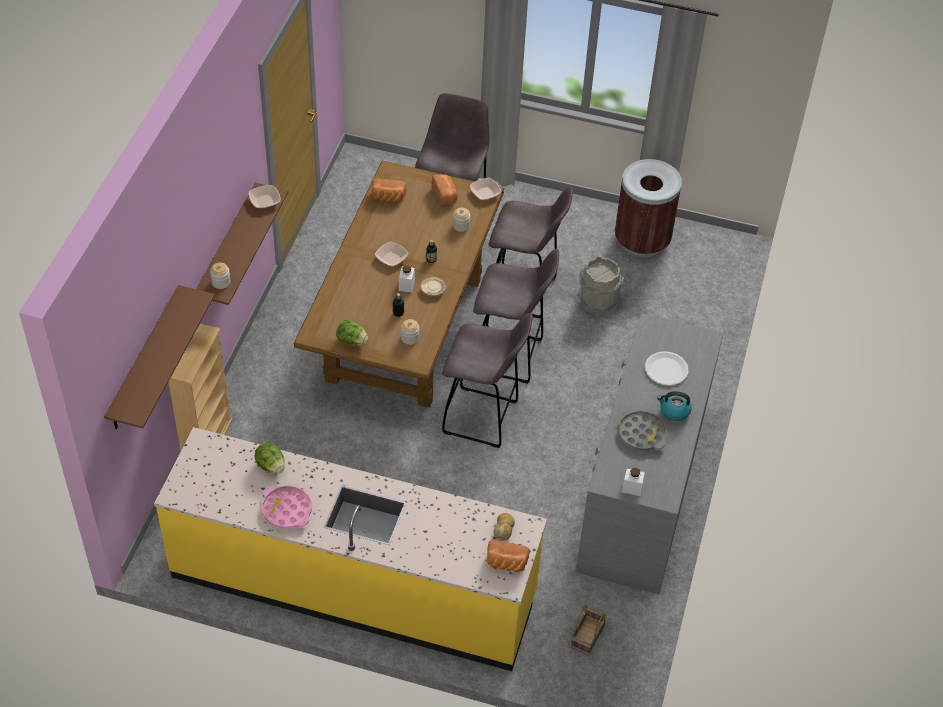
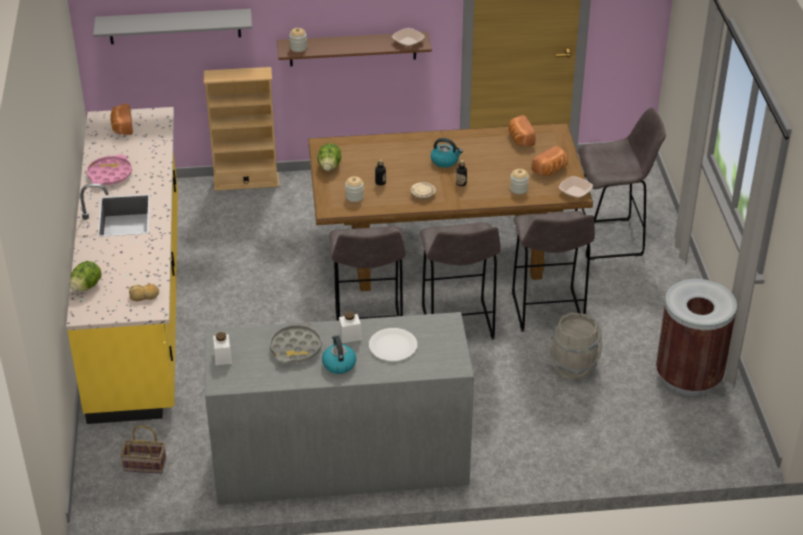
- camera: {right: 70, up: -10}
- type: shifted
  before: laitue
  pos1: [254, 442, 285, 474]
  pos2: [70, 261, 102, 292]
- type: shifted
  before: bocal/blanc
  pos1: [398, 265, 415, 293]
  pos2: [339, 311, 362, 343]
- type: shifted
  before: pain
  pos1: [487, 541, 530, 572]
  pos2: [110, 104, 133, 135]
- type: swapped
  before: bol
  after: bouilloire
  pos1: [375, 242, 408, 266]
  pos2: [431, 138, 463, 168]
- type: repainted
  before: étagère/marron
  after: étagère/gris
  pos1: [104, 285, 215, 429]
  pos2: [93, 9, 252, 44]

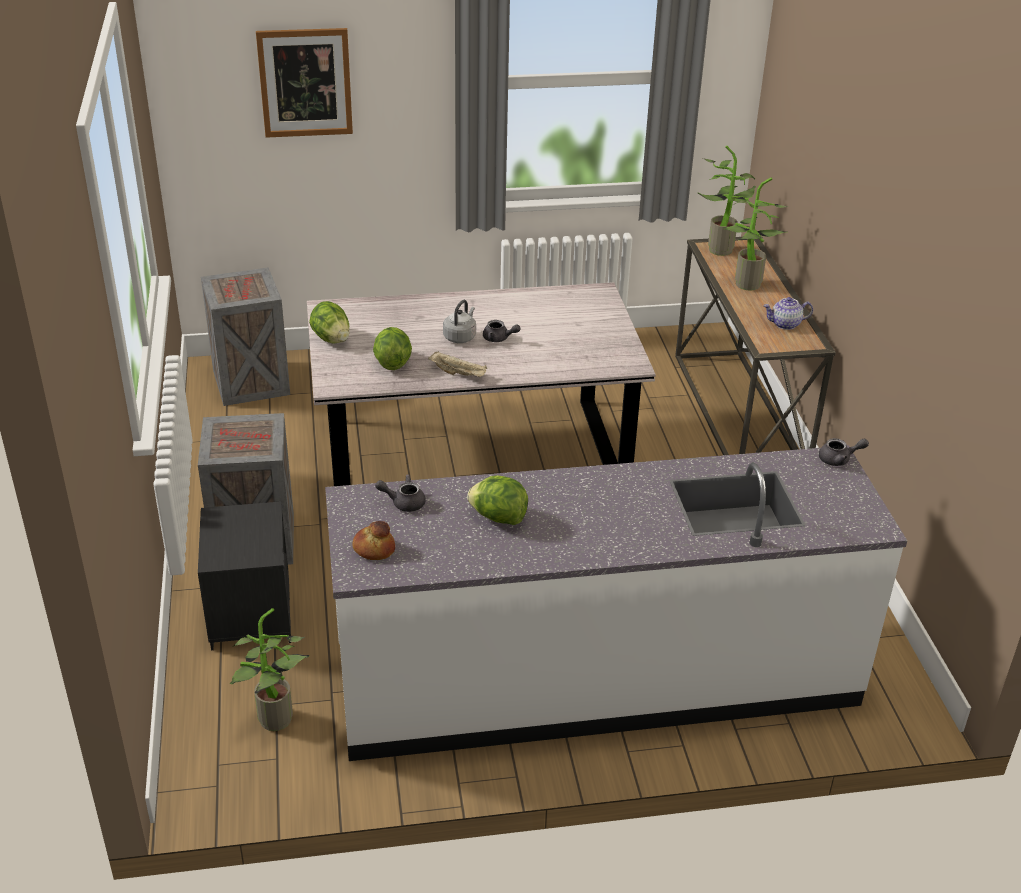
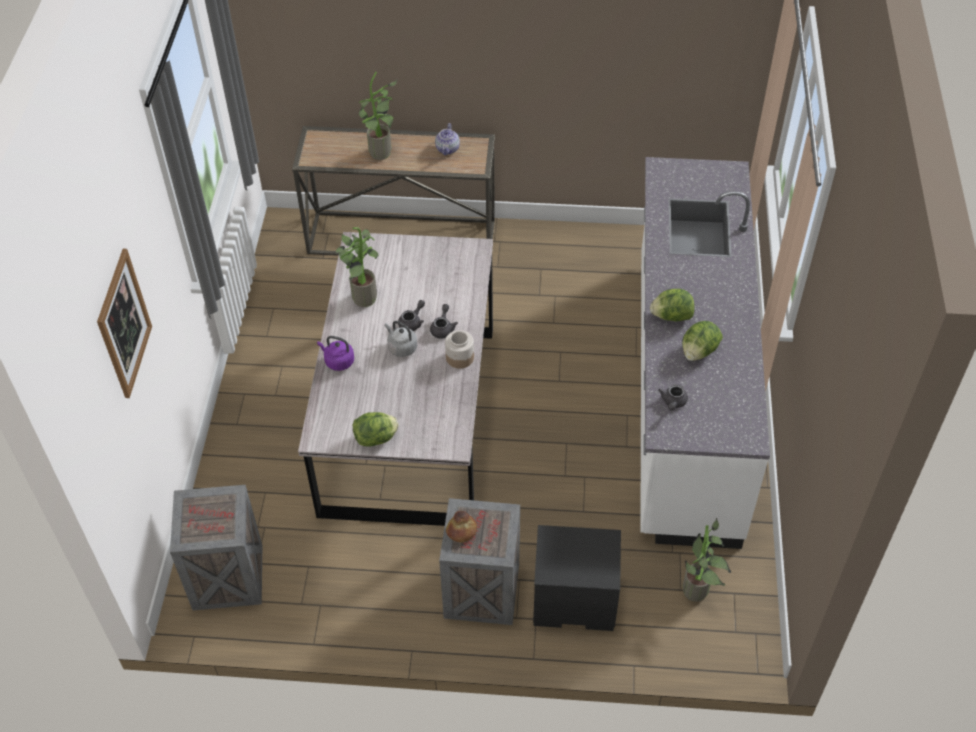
- camera: {right: -75, up: 15}
- type: new
  after: bouilloire/violet
  pos2: [317, 336, 354, 371]
- type: shifted
  before: pain
  pos1: [352, 521, 395, 560]
  pos2: [446, 511, 477, 543]
- type: shifted
  before: laitue
  pos1: [373, 327, 412, 370]
  pos2: [650, 289, 695, 321]
- type: shifted
  before: plante en pot
  pos1: [698, 146, 756, 256]
  pos2: [336, 227, 378, 307]
- type: shifted
  before: théière/gris
  pos1: [819, 438, 869, 466]
  pos2: [430, 304, 458, 339]
- type: swapped
  before: plateau/beige
  after: bocal
  pos1: [428, 351, 487, 377]
  pos2: [445, 330, 474, 369]

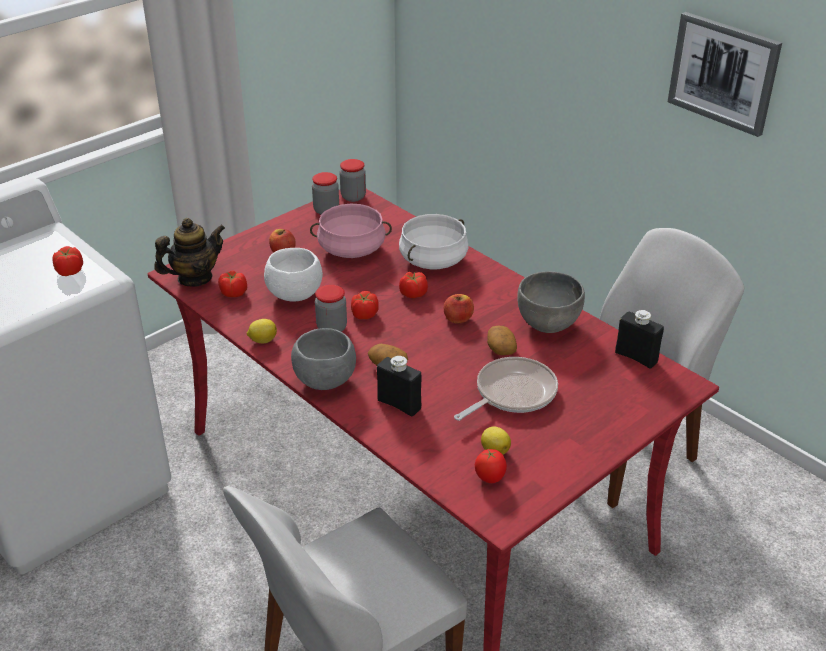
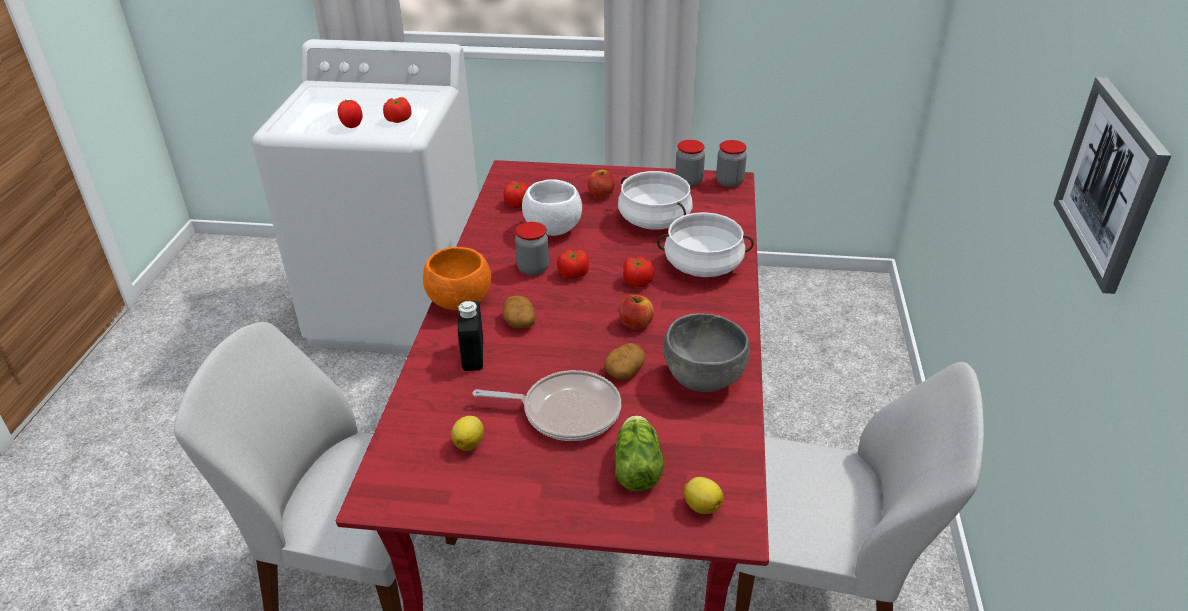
- camera: {right: 50, up: 0}
- type: gone
  before: théière
  pos1: [154, 218, 225, 286]
- type: gone
  before: bouteille/noir
  pos1: [615, 310, 664, 369]
- type: new
  after: laitue
  pos2: [614, 415, 664, 491]
- type: shifted
  before: citron
  pos1: [247, 319, 277, 343]
  pos2: [684, 477, 723, 514]
- type: shifted
  before: tomate
  pos1: [475, 449, 507, 483]
  pos2: [338, 100, 362, 128]
- type: repainted
  before: bol/gris
  after: bol/orange
  pos1: [291, 328, 356, 390]
  pos2: [423, 247, 491, 310]
- type: repainted
  before: marmite/rose
  after: marmite/blanc
  pos1: [310, 204, 392, 258]
  pos2: [618, 171, 693, 230]

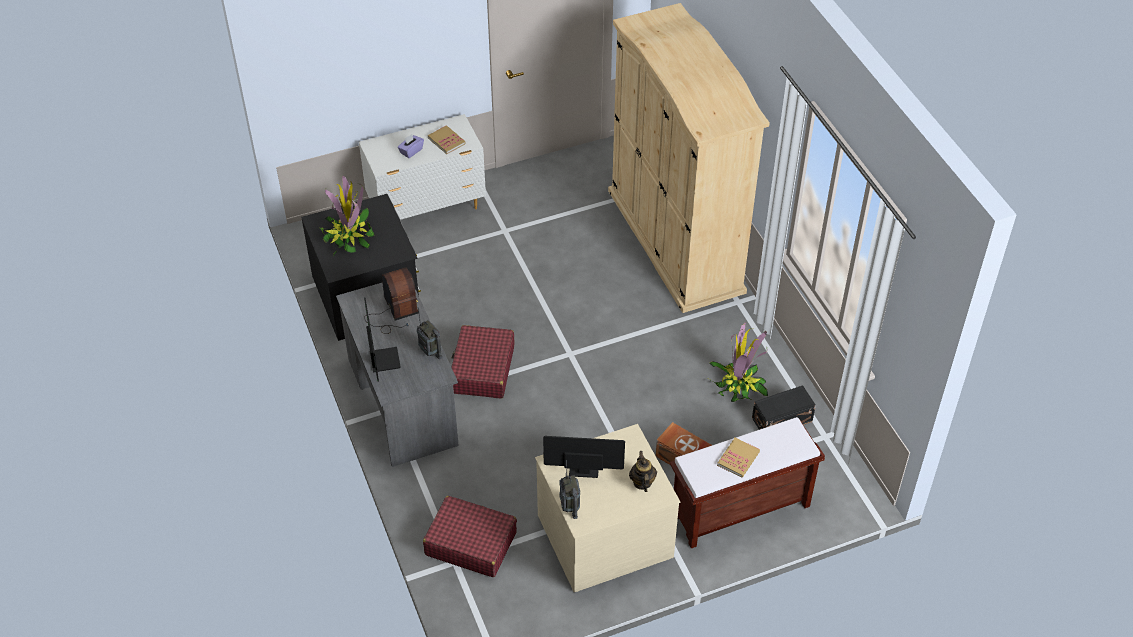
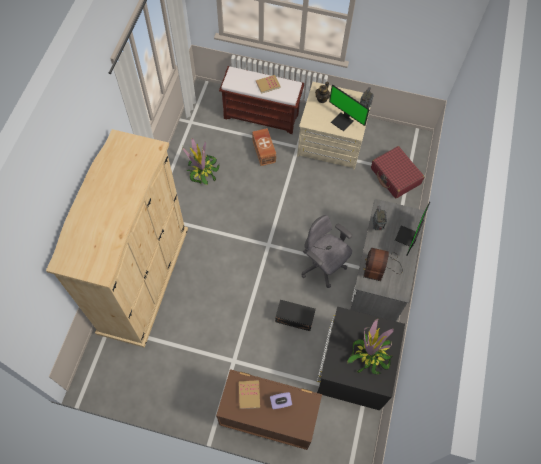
- camera: {right: -145, up: 15}
- type: shifted
  before: boîte de rangement/noir
  pos1: [752, 385, 816, 430]
  pos2: [275, 300, 316, 331]
- type: swapped
  before: valise/rouge
  after: chaise de bureau/gris
  pos1: [451, 325, 515, 398]
  pos2: [301, 215, 352, 288]
- type: repainted
  before: commode/blanc
  after: commode/marron
  pos1: [359, 114, 486, 220]
  pos2: [216, 369, 322, 450]

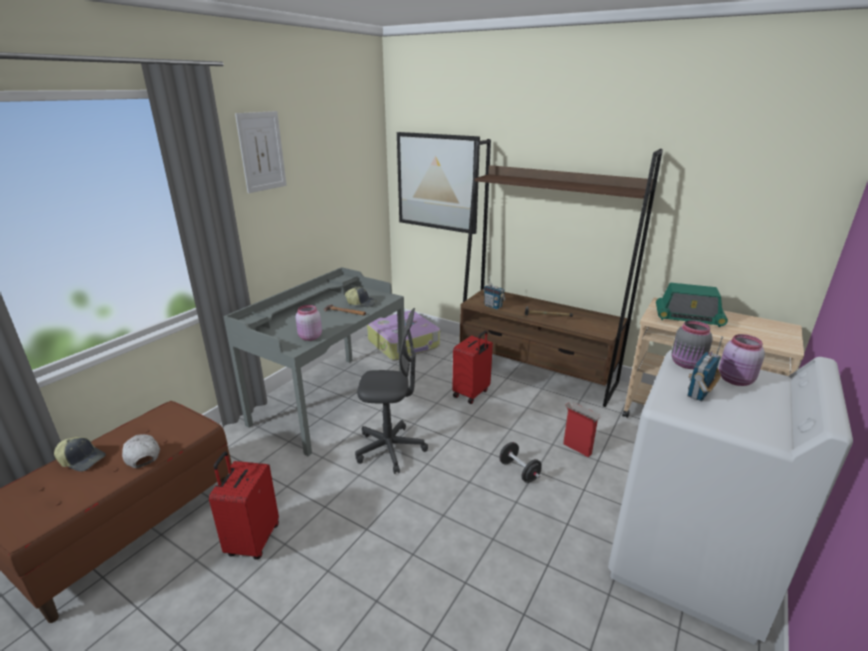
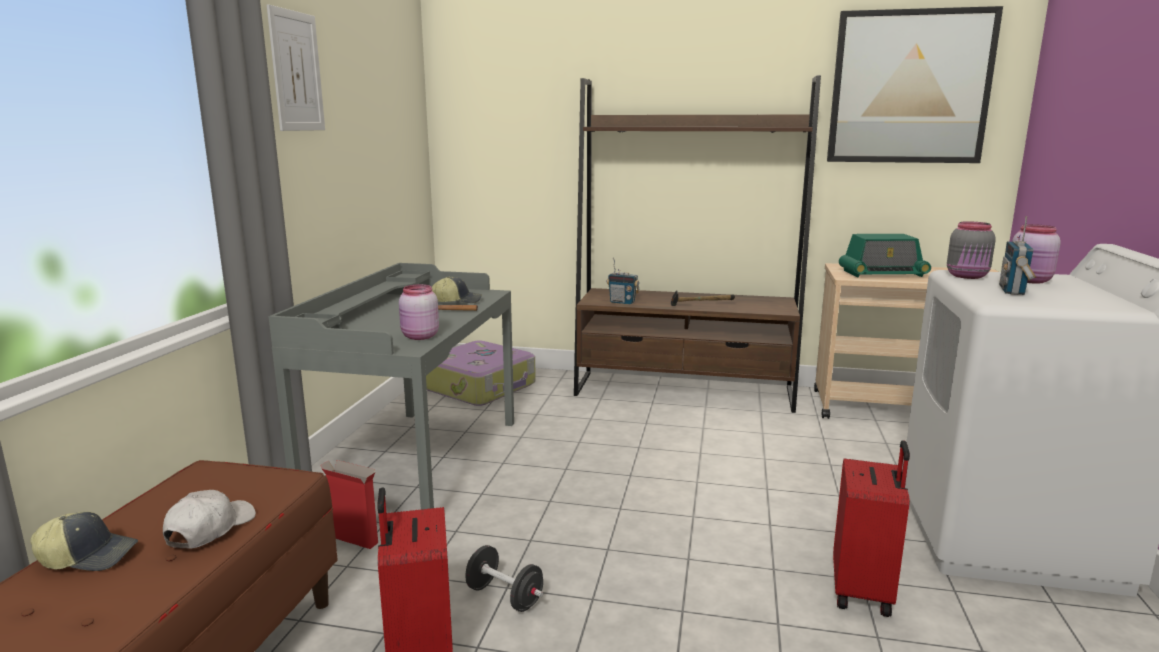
- camera: {right: -20, up: -10}
- type: gone
  before: chaise de bureau/gris
  pos1: [355, 308, 428, 474]
- type: shifted
  before: tableau
  pos1: [397, 132, 480, 234]
  pos2: [827, 6, 1003, 163]
- type: shifted
  before: valise/rouge
  pos1: [452, 330, 493, 404]
  pos2: [833, 440, 910, 617]
- type: shifted
  before: haltère/noir
  pos1: [499, 442, 542, 483]
  pos2: [466, 545, 543, 612]
- type: shifted
  before: carton
  pos1: [563, 402, 600, 457]
  pos2: [320, 460, 378, 549]
- type: rotated
  before: casquette/blanc
  pos1: [122, 434, 160, 468]
  pos2: [163, 490, 256, 549]
  turn: 75

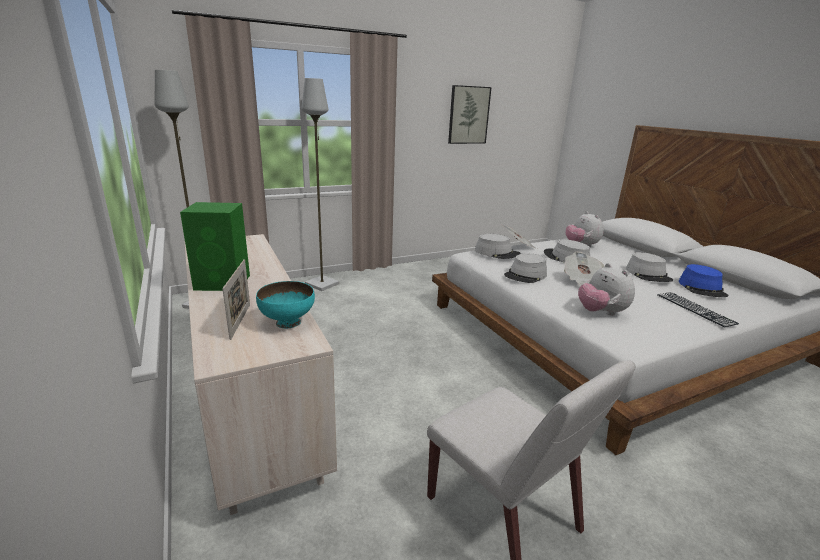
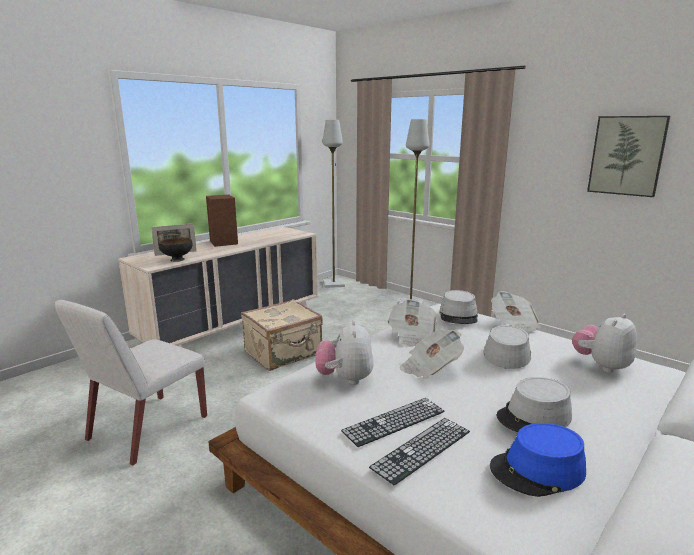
- camera: {right: 70, up: -5}
- type: new
  after: valise/beige
  pos2: [241, 299, 323, 371]
- type: new
  after: clavier
  pos2: [341, 398, 445, 447]
- type: swapped
  before: chapeau/gris
  after: journal
  pos1: [504, 253, 547, 283]
  pos2: [388, 299, 438, 347]
- type: repainted
  before: enceinte/vert
  after: enceinte/marron
  pos1: [180, 202, 250, 291]
  pos2: [206, 195, 238, 247]
- type: repainted
  before: bol/turquoise
  after: bol/noir
  pos1: [256, 281, 315, 328]
  pos2: [159, 237, 192, 262]
- type: rotated
  before: peluche
  pos1: [578, 263, 635, 316]
  pos2: [315, 320, 374, 385]
  turn: -45

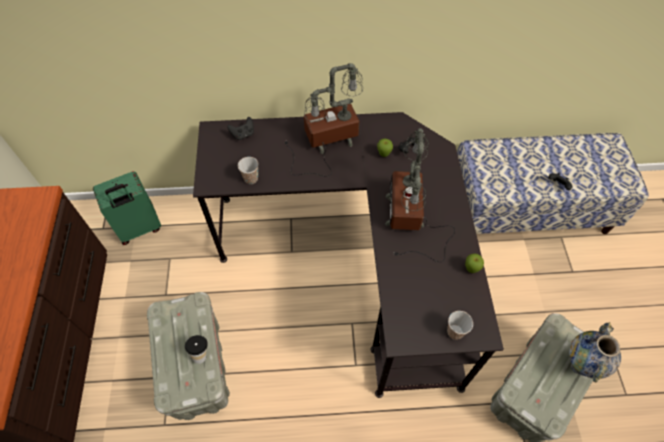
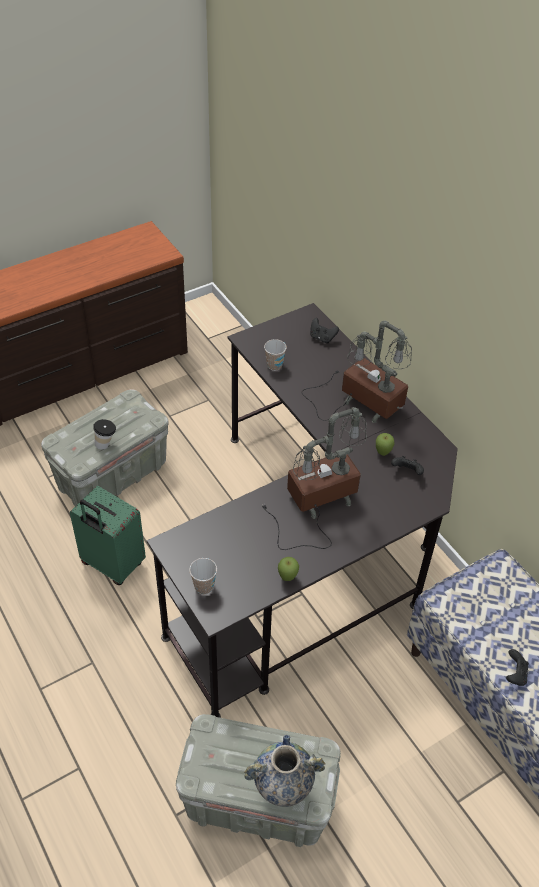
- camera: {right: 60, up: -10}
- type: shifted
  before: valise/vert
  pos1: [93, 171, 161, 245]
  pos2: [70, 486, 146, 585]

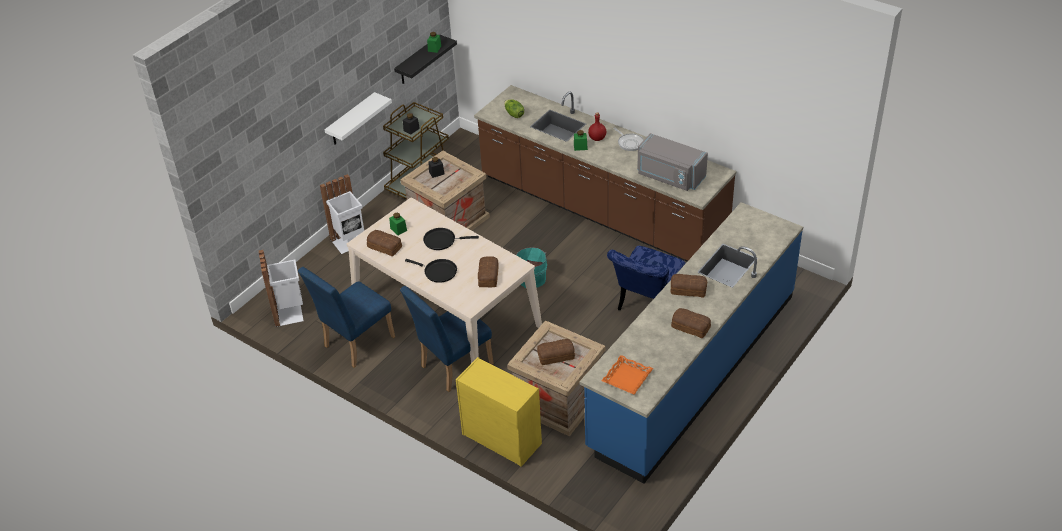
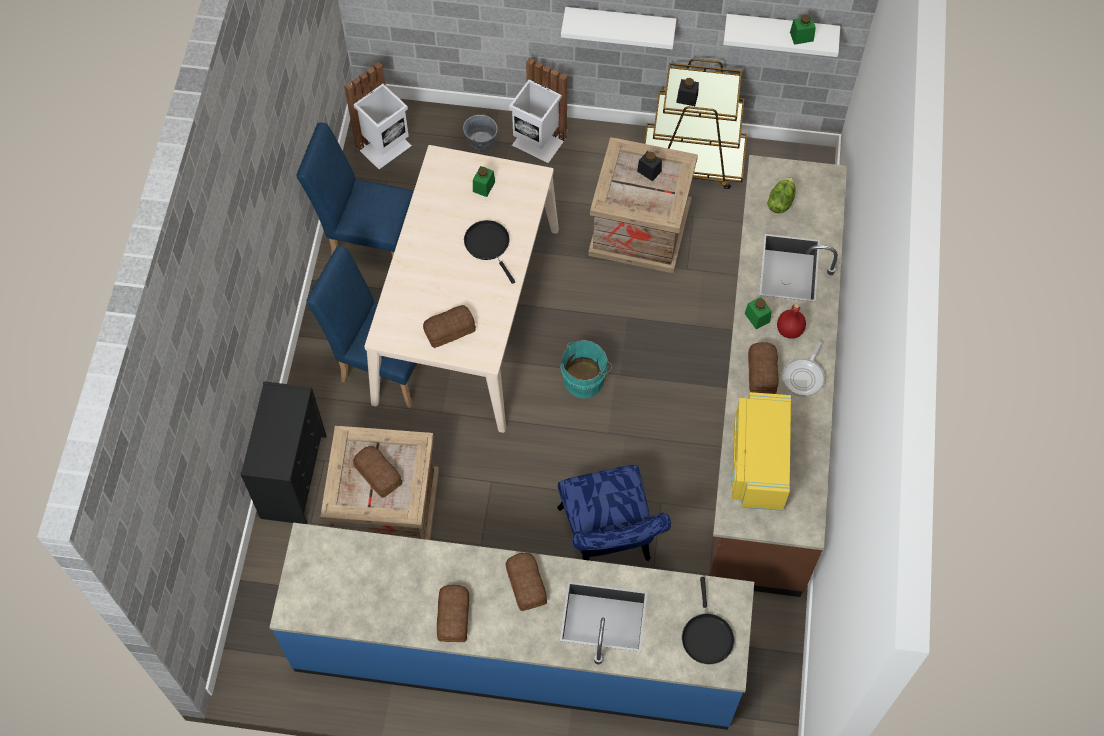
- camera: {right: 60, up: 20}
- type: gone
  before: plateau/orange
  pos1: [601, 355, 653, 395]
- type: new
  after: seau/gris
  pos2: [463, 115, 498, 153]
- type: shifted
  before: pain
  pos1: [367, 230, 402, 256]
  pos2: [748, 342, 778, 394]
- type: shifted
  before: poêle/noir
  pos1: [405, 259, 457, 283]
  pos2: [682, 577, 734, 664]
- type: repainted
  before: étagère/noir
  after: étagère/blanc
  pos1: [394, 35, 457, 84]
  pos2: [723, 14, 840, 57]
- type: repainted
  before: commode/jaune
  after: commode/noir
  pos1: [456, 357, 542, 467]
  pos2: [241, 381, 327, 524]
- type: repainted
  before: micro-ondes/gris
  after: micro-ondes/jaune
  pos1: [637, 133, 708, 191]
  pos2: [731, 392, 791, 511]
- type: rotated
  before: chaise/bleu
  pos1: [607, 246, 686, 310]
  pos2: [557, 465, 671, 561]
  turn: -105

